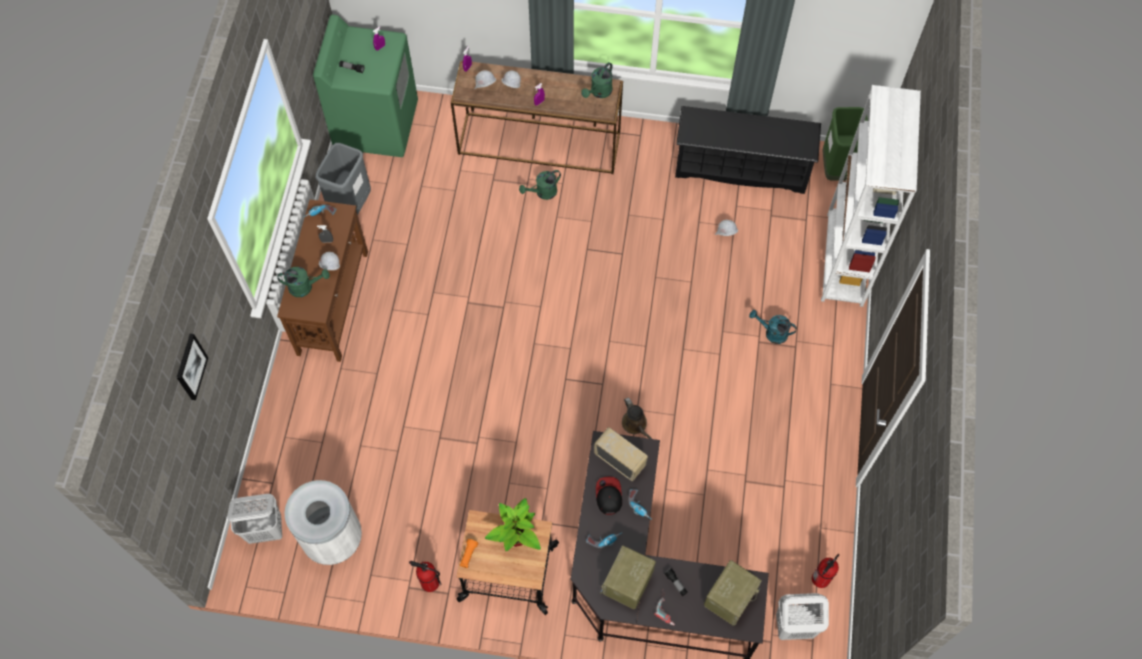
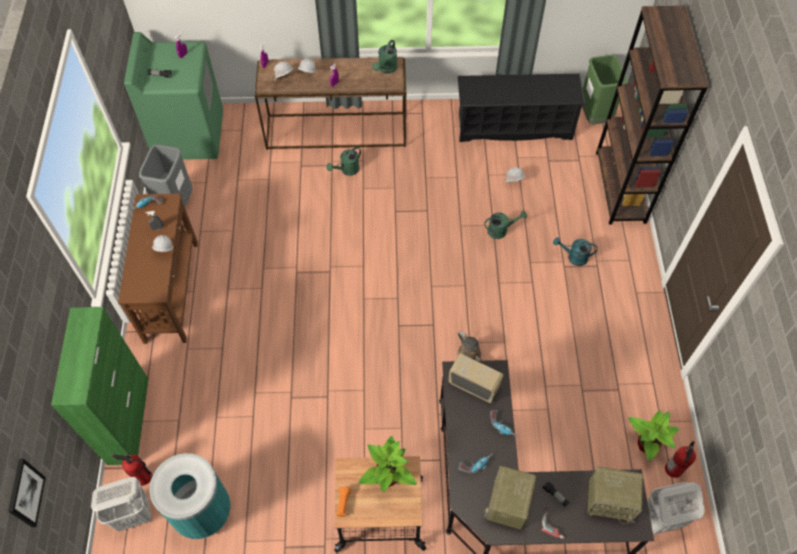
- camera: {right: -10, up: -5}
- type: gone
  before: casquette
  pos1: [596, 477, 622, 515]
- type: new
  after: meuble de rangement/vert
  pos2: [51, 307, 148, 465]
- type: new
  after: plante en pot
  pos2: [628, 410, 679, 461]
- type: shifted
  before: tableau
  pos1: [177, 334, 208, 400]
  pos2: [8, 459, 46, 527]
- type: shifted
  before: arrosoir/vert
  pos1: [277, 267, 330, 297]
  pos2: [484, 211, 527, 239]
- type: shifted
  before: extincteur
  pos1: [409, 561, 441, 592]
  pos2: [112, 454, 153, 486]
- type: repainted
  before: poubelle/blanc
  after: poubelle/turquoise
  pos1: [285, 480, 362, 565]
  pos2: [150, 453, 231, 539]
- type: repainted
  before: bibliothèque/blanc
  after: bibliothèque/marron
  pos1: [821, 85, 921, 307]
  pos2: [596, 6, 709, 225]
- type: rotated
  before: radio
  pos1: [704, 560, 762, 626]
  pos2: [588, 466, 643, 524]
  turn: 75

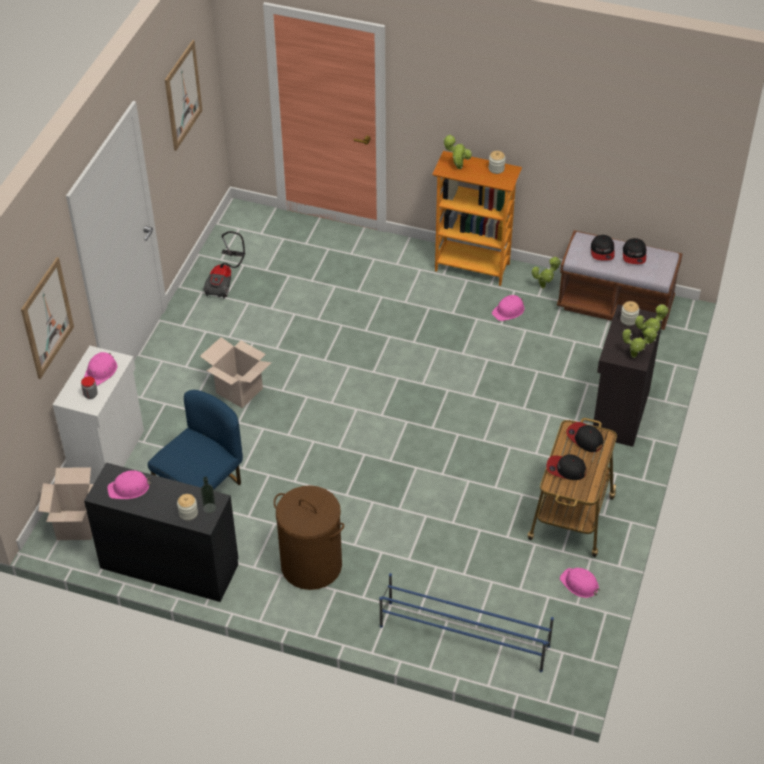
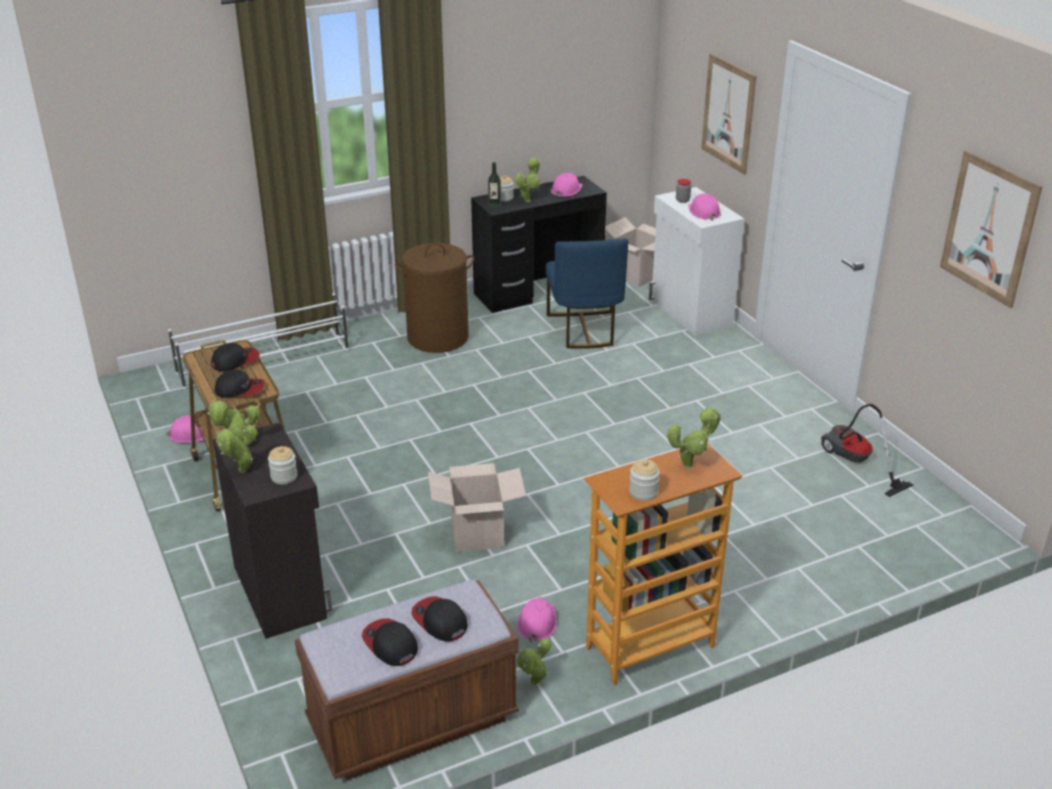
- camera: {right: 135, up: -15}
- type: new
  after: plante en pot
  pos2: [515, 158, 540, 202]
- type: shifted
  before: carton
  pos1: [200, 337, 271, 408]
  pos2: [428, 463, 526, 552]
- type: repainted
  before: étagère à chaussures/bleu
  after: étagère à chaussures/blanc
  pos1: [379, 573, 554, 672]
  pos2: [168, 293, 349, 389]

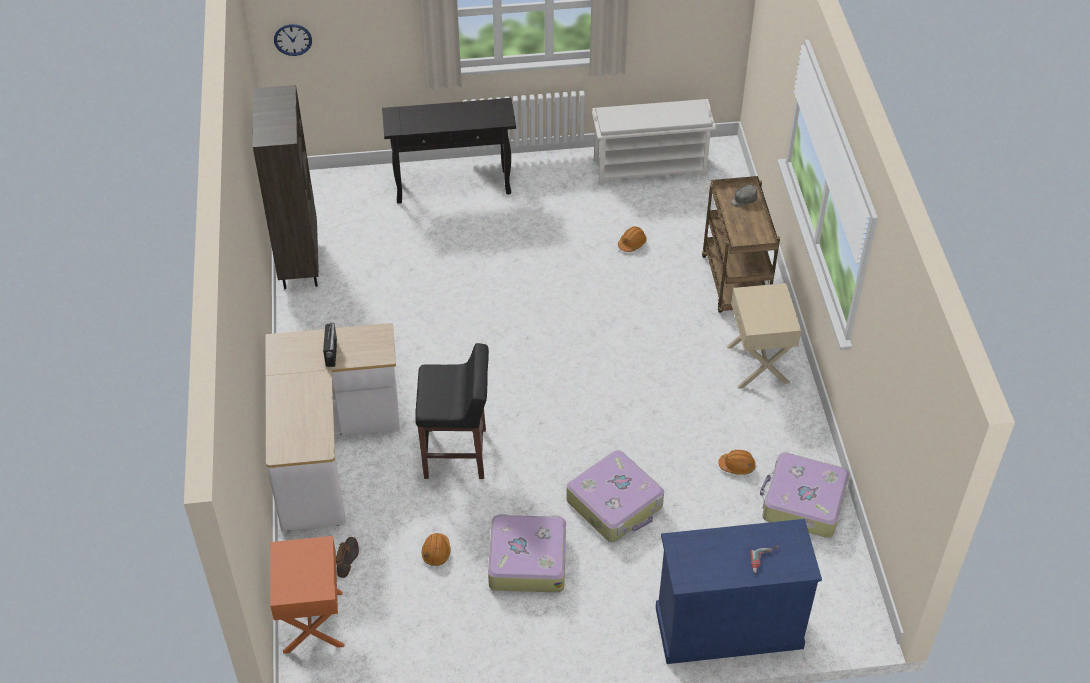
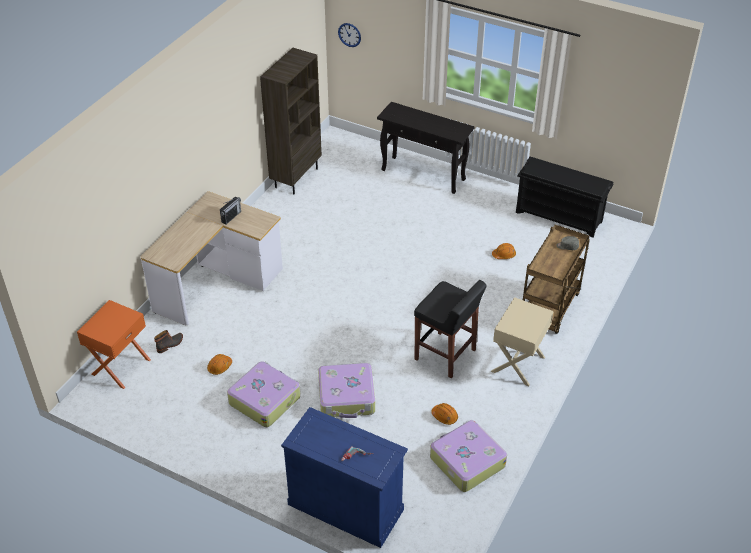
- camera: {right: 35, up: -5}
- type: shifted
  before: tabouret/noir
  pos1: [415, 343, 489, 479]
  pos2: [414, 280, 487, 378]
- type: repainted
  before: étagère à chaussures/blanc
  after: étagère à chaussures/noir
  pos1: [592, 99, 716, 185]
  pos2: [516, 157, 613, 238]

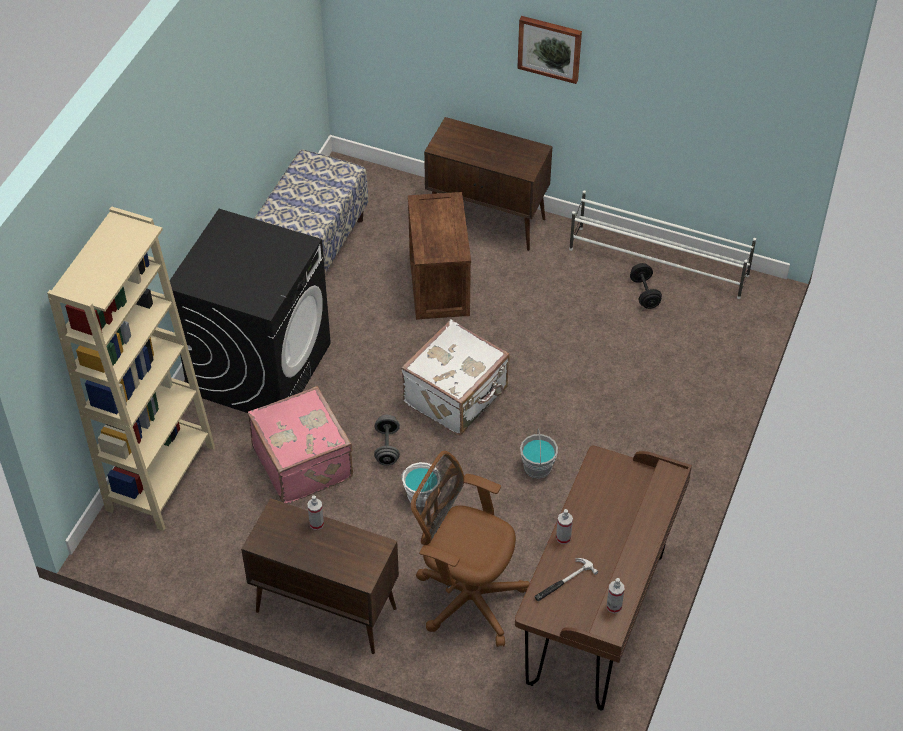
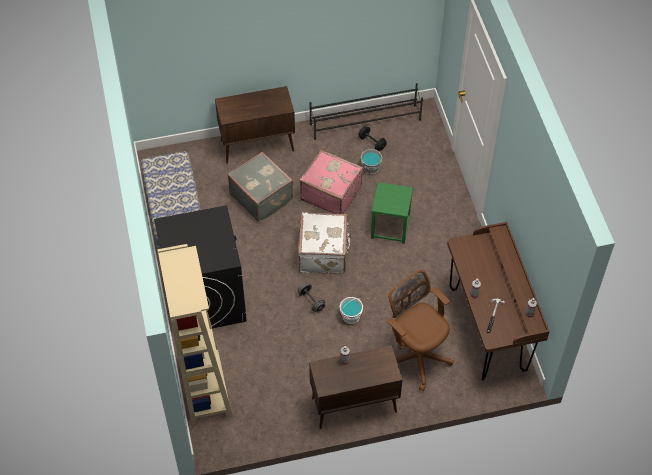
- camera: {right: -35, up: 5}
- type: gone
  before: tableau
  pos1: [517, 16, 582, 84]
- type: new
  after: tabouret/vert
  pos2: [371, 182, 413, 244]
- type: shifted
  before: valise/rose
  pos1: [248, 386, 353, 504]
  pos2: [299, 150, 363, 214]
- type: shifted
  before: seau/gris
  pos1: [520, 429, 558, 479]
  pos2: [361, 147, 382, 175]
- type: swapped
  before: caisse
  after: valise/gris
  pos1: [408, 192, 471, 320]
  pos2: [228, 152, 293, 222]
- type: repainted
  before: étagère à chaussures/blanc
  after: étagère à chaussures/noir
  pos1: [569, 190, 756, 299]
  pos2: [310, 83, 423, 140]
- type: rotated
  before: chaise de bureau/marron
  pos1: [411, 451, 530, 647]
  pos2: [387, 270, 454, 391]
  turn: 60

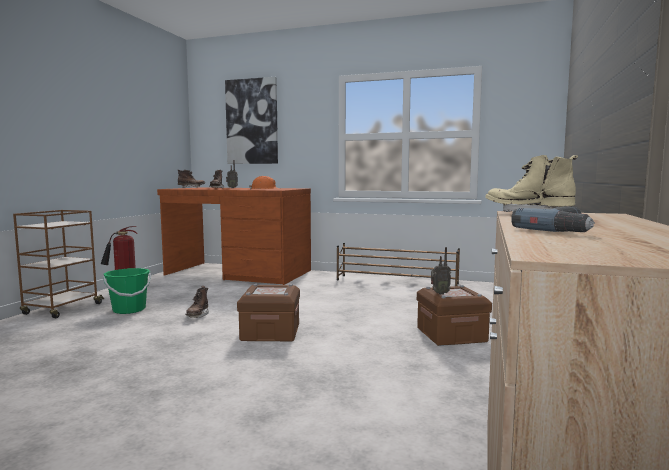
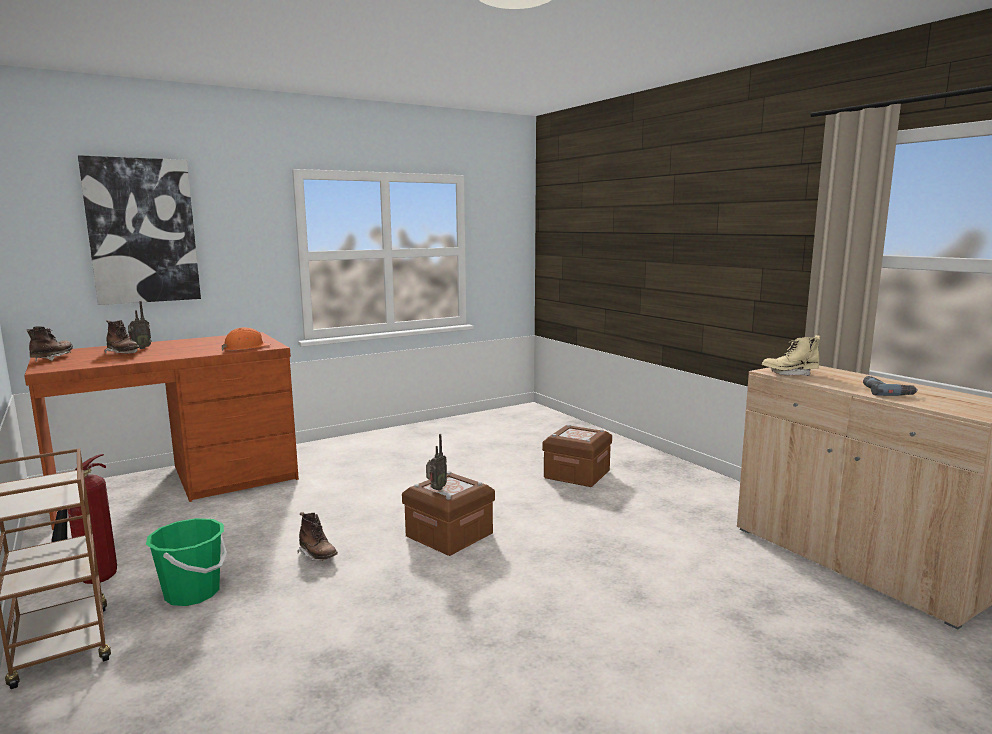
- camera: {right: -50, up: 5}
- type: gone
  before: étagère à chaussures/marron
  pos1: [337, 243, 460, 286]
- type: shifted
  before: radio
  pos1: [431, 247, 451, 295]
  pos2: [426, 434, 447, 491]

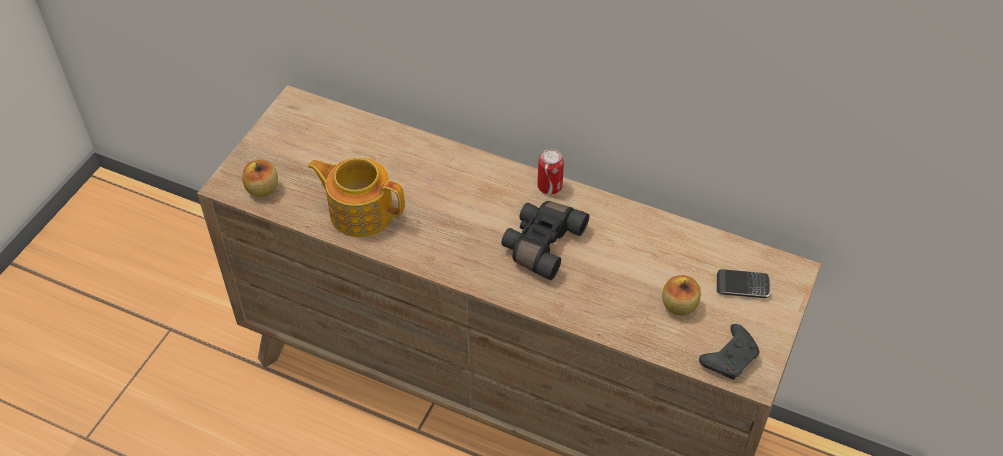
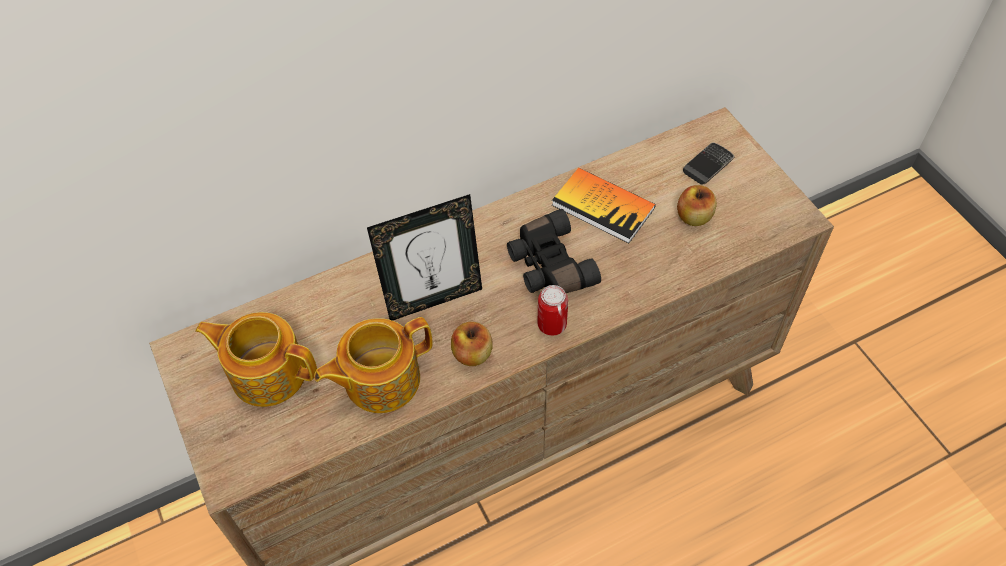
- camera: {right: -50, up: 5}
- type: gone
  before: manette/noir
  pos1: [699, 324, 760, 380]
- type: new
  after: théière
  pos2: [195, 312, 317, 407]
- type: new
  after: cadre photo
  pos2: [367, 194, 482, 321]
- type: new
  after: livre
  pos2: [552, 168, 656, 244]
- type: shifted
  before: pomme
  pos1: [242, 160, 278, 197]
  pos2: [451, 322, 493, 366]
- type: shifted
  before: boîte métallique
  pos1: [537, 149, 564, 195]
  pos2: [538, 285, 568, 336]

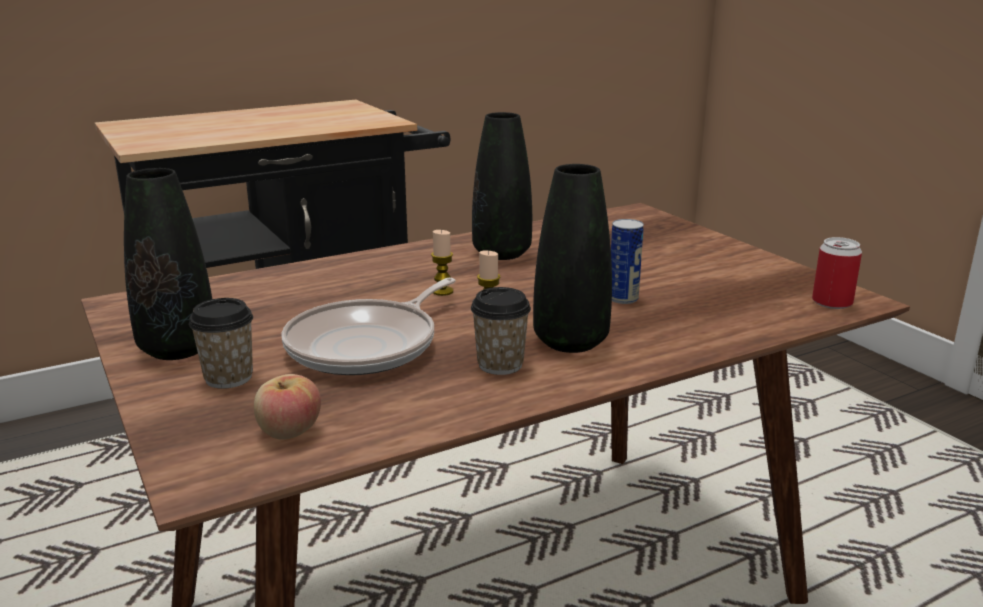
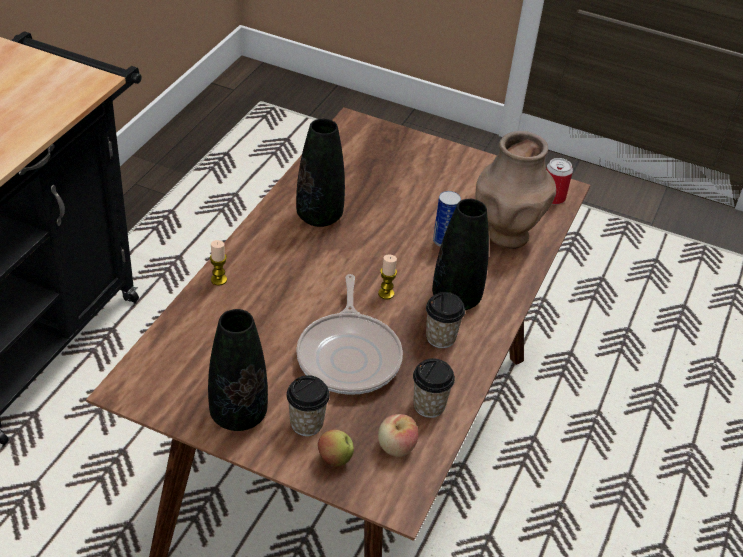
- camera: {right: -40, up: 20}
- type: new
  after: pomme
  pos2: [318, 429, 354, 467]
- type: new
  after: tasse
  pos2: [413, 358, 455, 418]
- type: new
  after: vase/marron
  pos2: [476, 131, 556, 249]
- type: shifted
  before: bougie
  pos1: [431, 230, 453, 296]
  pos2: [210, 240, 227, 286]

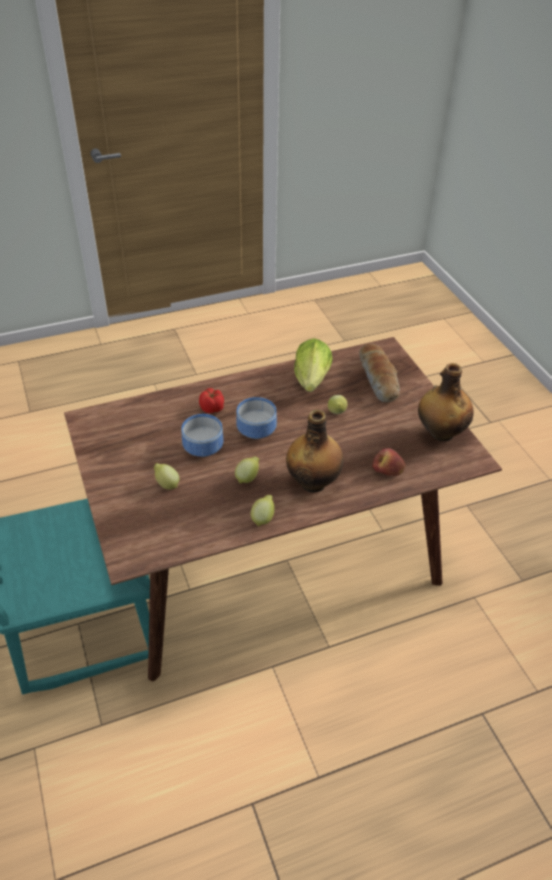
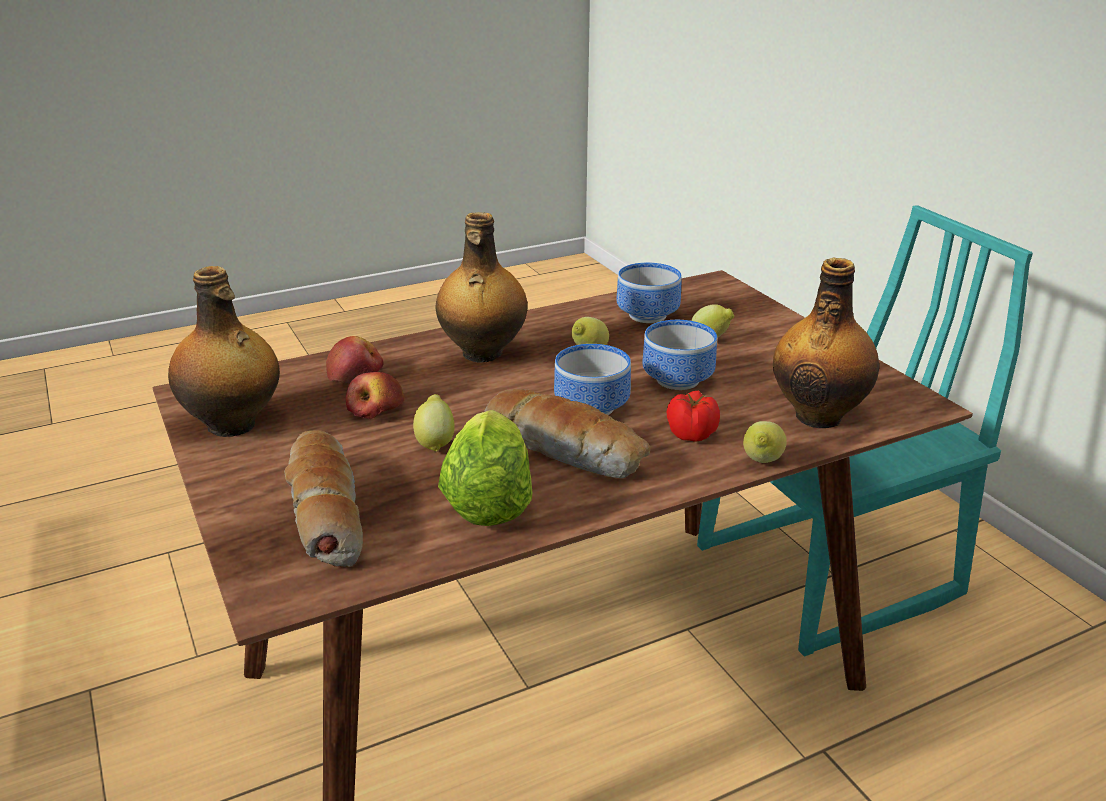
- camera: {right: 175, up: -15}
- type: new
  after: pomme
  pos2: [346, 372, 404, 419]
- type: new
  after: pain
  pos2: [484, 389, 650, 479]
- type: new
  after: bol
  pos2: [617, 263, 682, 323]
- type: new
  after: bouteille
  pos2: [773, 258, 879, 428]
- type: shifted
  before: citron
  pos1: [251, 495, 275, 527]
  pos2: [743, 421, 787, 463]

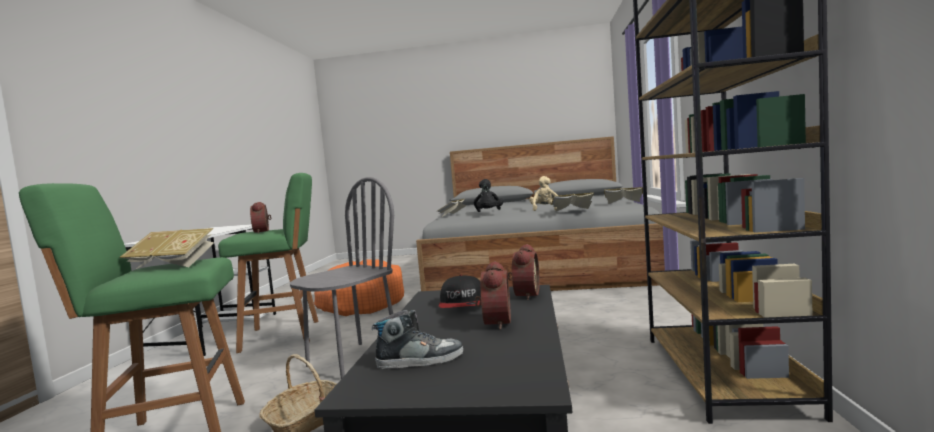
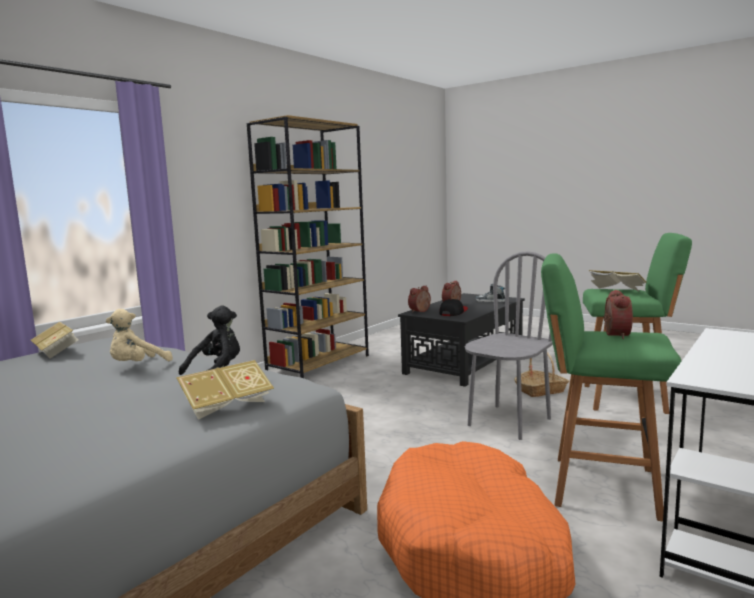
- camera: {right: -150, up: 5}
- type: gone
  before: livre
  pos1: [551, 193, 594, 211]
- type: rotated
  before: chaise/gris
  pos1: [290, 177, 394, 379]
  pos2: [465, 251, 553, 440]
  turn: 150

